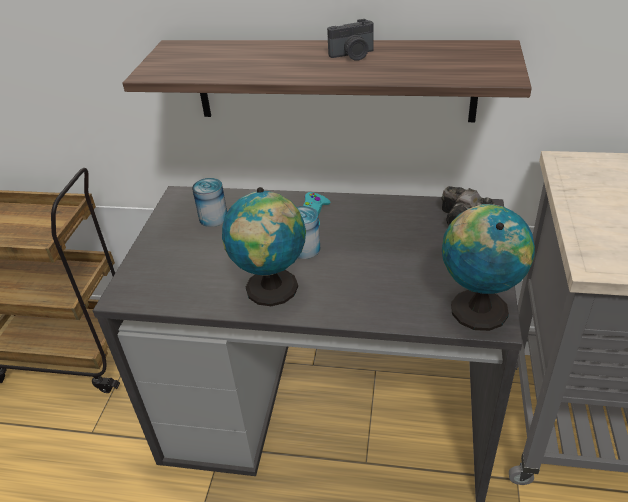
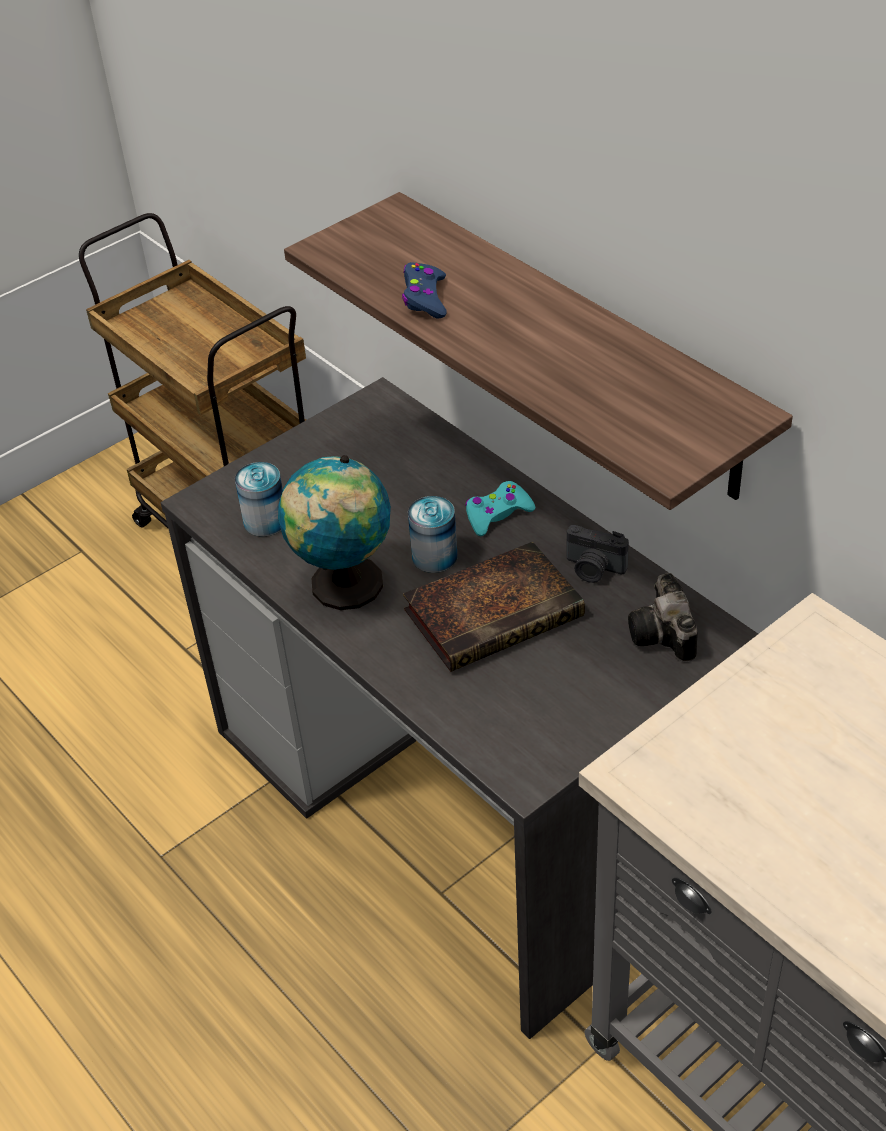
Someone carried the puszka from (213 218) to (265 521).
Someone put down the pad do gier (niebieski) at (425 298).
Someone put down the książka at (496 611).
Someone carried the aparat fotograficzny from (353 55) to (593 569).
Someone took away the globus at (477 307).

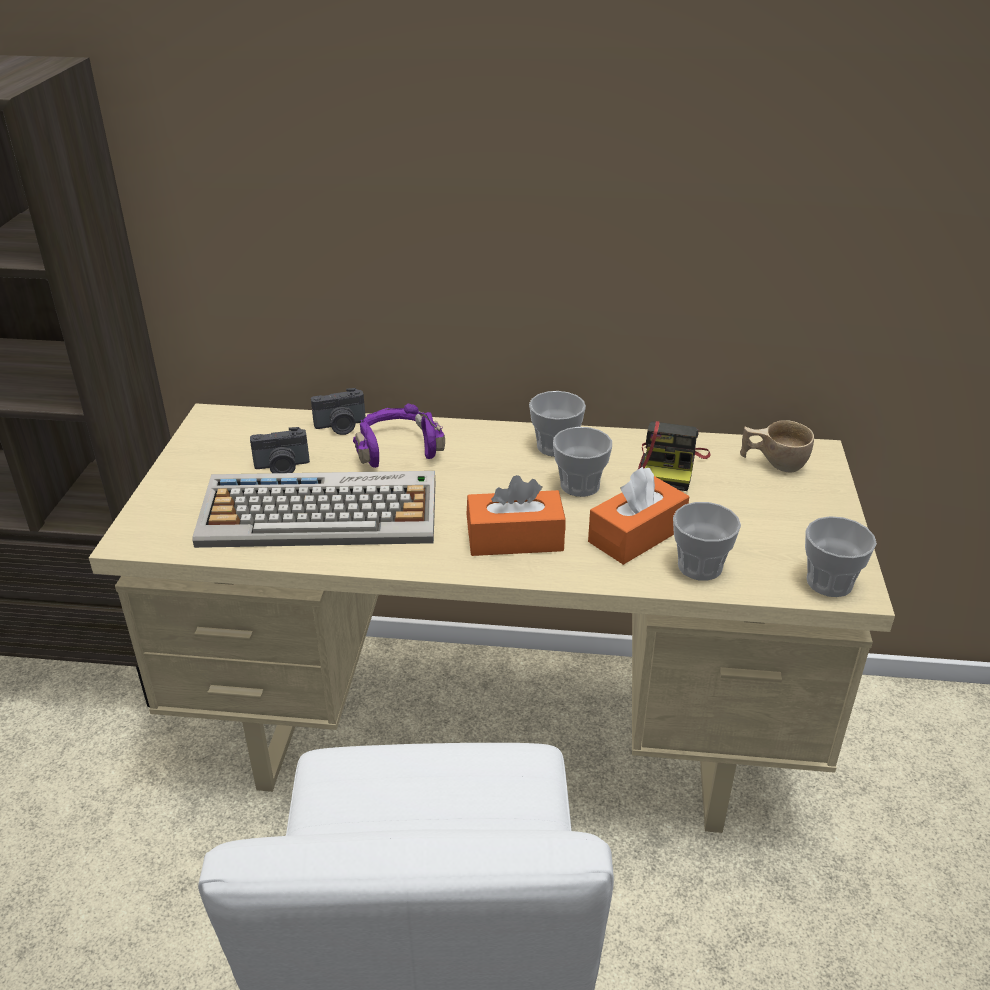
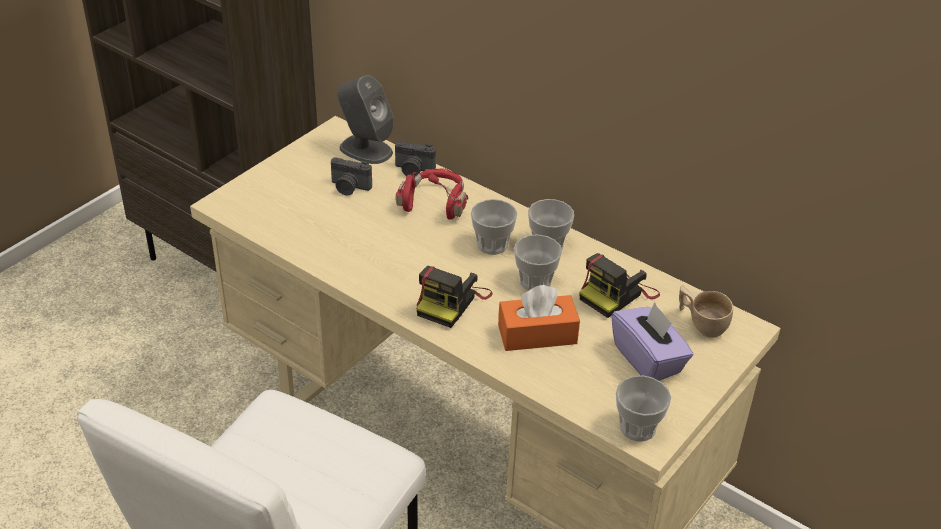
Someone put down the głośnik (szary) at (365 149).
Someone repainted the słuchawki (fioletowy) at (397 450), which became the słuchawki (czerwony) at (435 203).
Someone swapped the pudełko chusteczek (pomarańczowy) at (515 539) for the aparat fotograficzny at (452 302).
Someone carried the filiżanka from (700 566) to (492 245).
Someone put down the pudełko chusteczek (fioletowy) at (648 359).
Someone took away the klawiatura at (322 512).

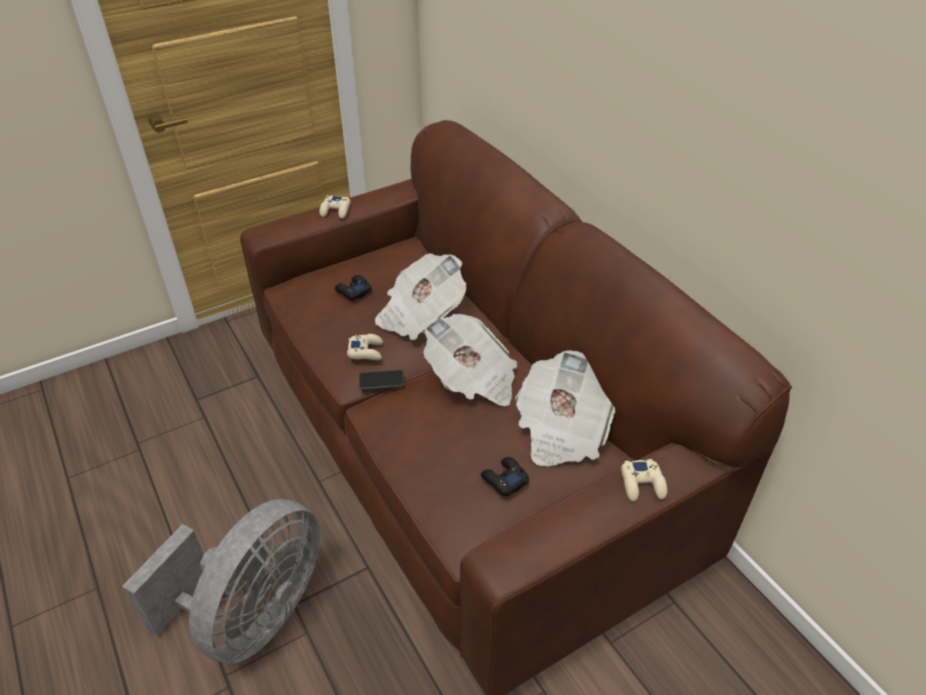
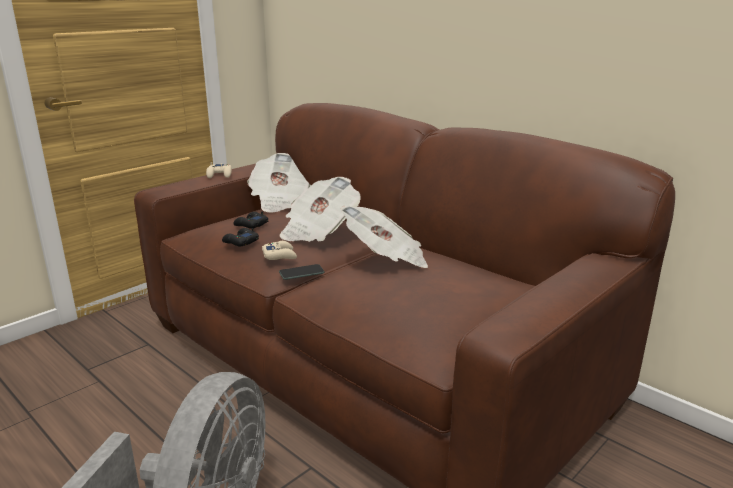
Someone carried the pad do gier (czarny) from (504 479) to (240 242).
Someone carried the gazeta from (561 429) to (281 201).
Someone took away the pad do gier (beżowy) at (642 484).

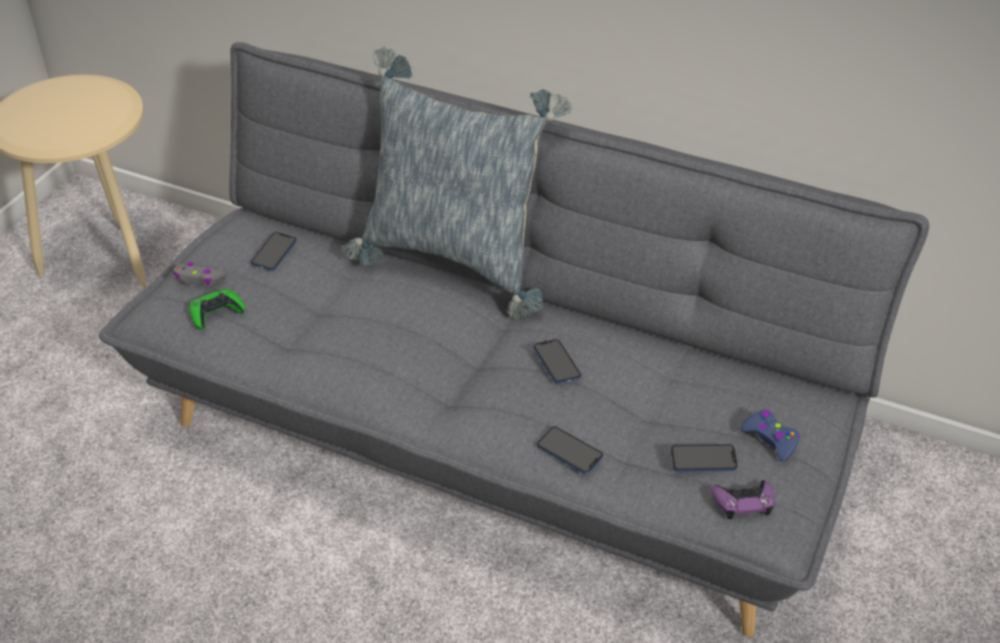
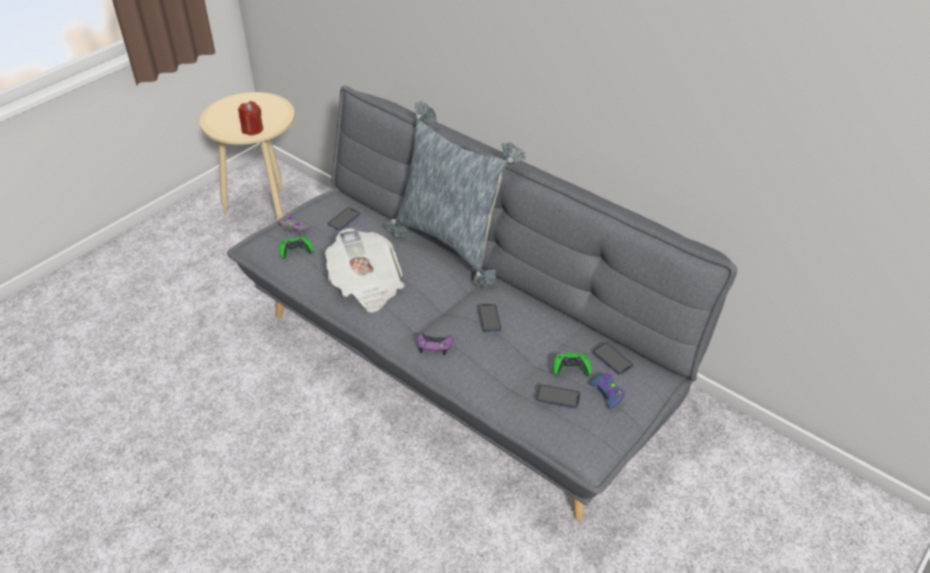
Someone put down the świeca (czerwony) at (252 129).
Someone put down the gazeta at (366 285).
Someone carried the pad do gier (fioletowy) from (743 502) to (434 345).
Someone put down the pad do gier (zielony) at (571 368).
Someone carried the telefon from (569 451) to (612 359).

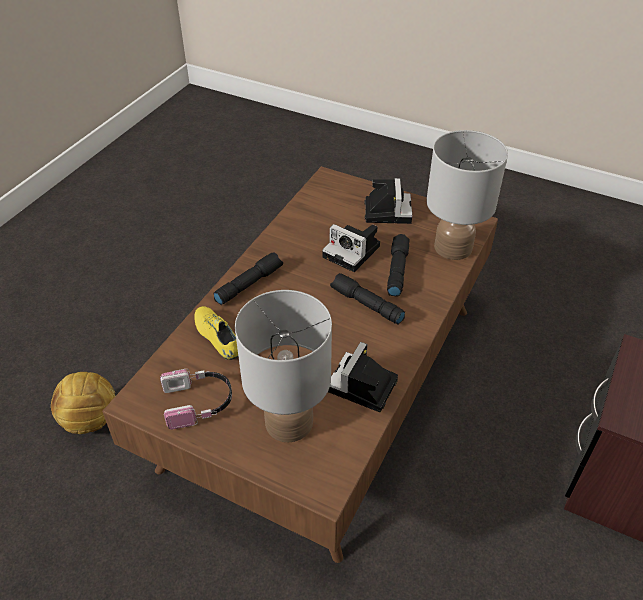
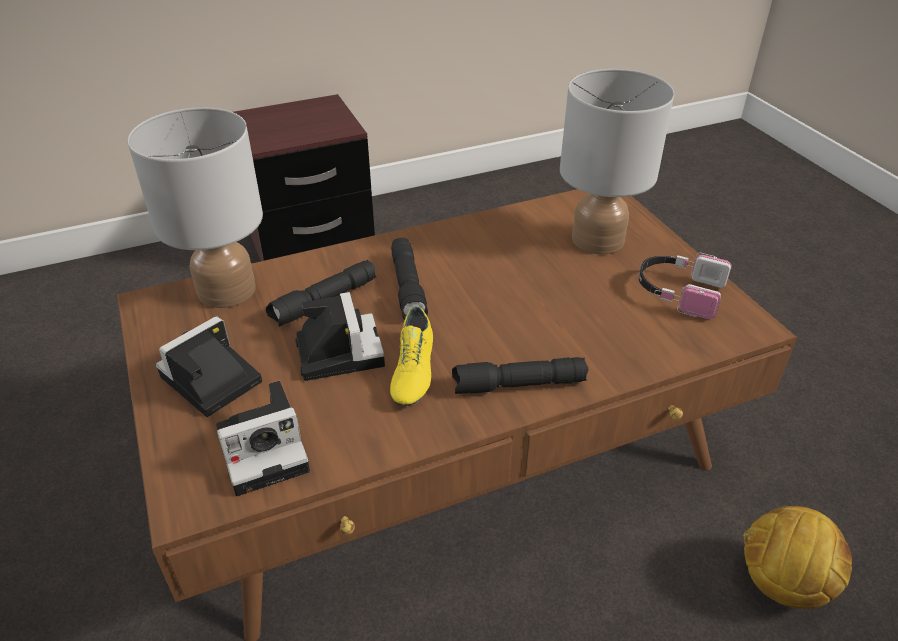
Someone carried the aparat fotograficzny from (362 387) to (266 448).
Someone carried the but (żółty) from (218 337) to (412 371).

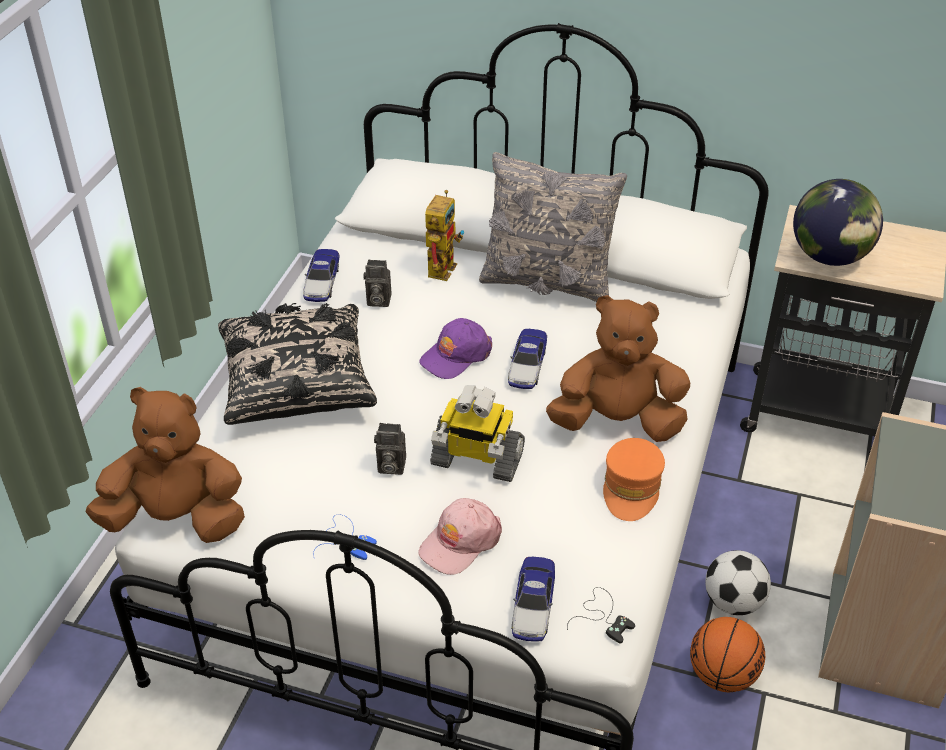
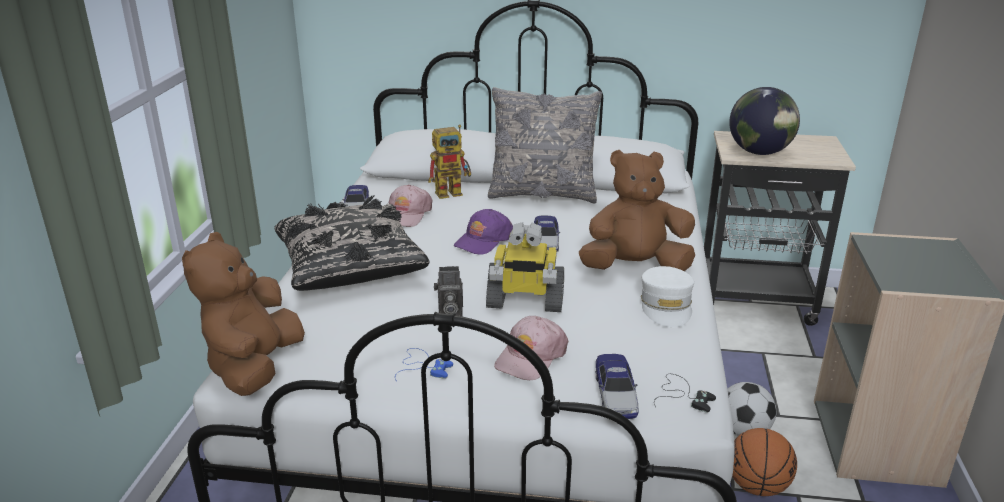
Someone rotated the pluszak (brązowy) at (177 518) by 75 degrees counterclockwise.
Someone swapped the aparat fotograficzny at (377 301) for the czapka z daszkiem (różowy) at (406 214).
Someone rotated the robot zabawkowy at (441 265) by 60 degrees clockwise.
Someone repainted the czapka z daszkiem (pomarańczowy) at (632 488), which became the czapka z daszkiem (biały) at (666 306).

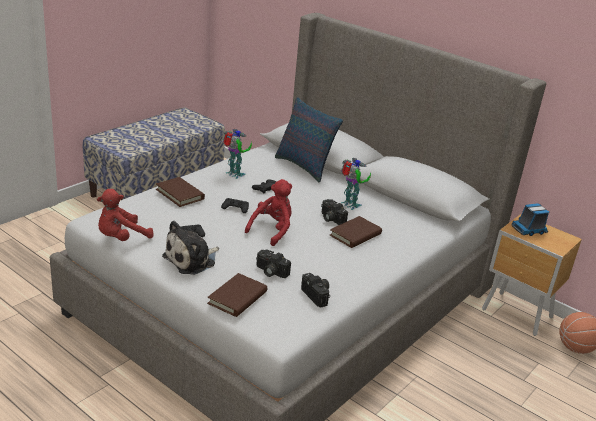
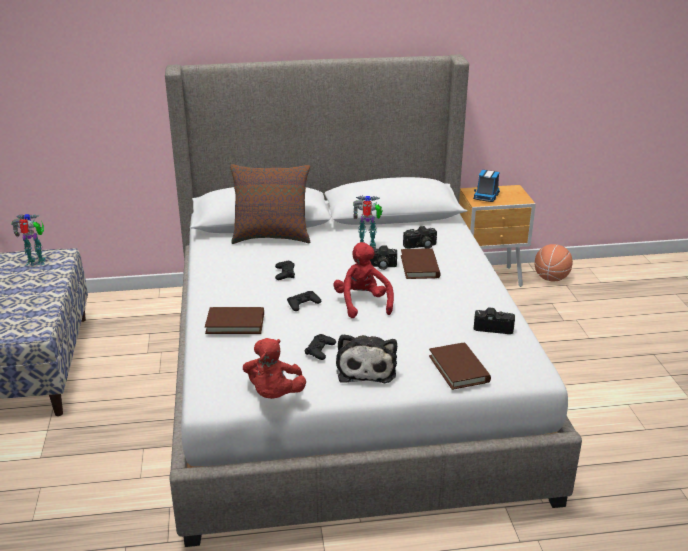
Someone carried the robot zabawkowy from (234 175) to (36 262).
Someone repainted the poduszka (niebieski) at (304 167), which became the poduszka (brązowy) at (272 238).
Someone carried the aparat fotograficzny from (270 272) to (420 246).

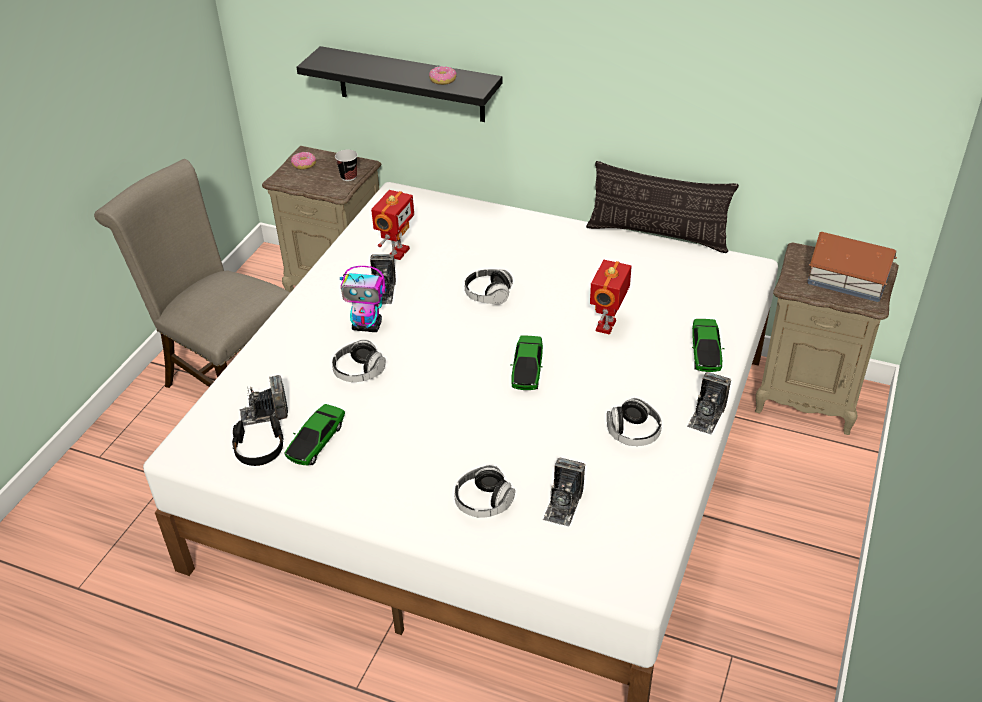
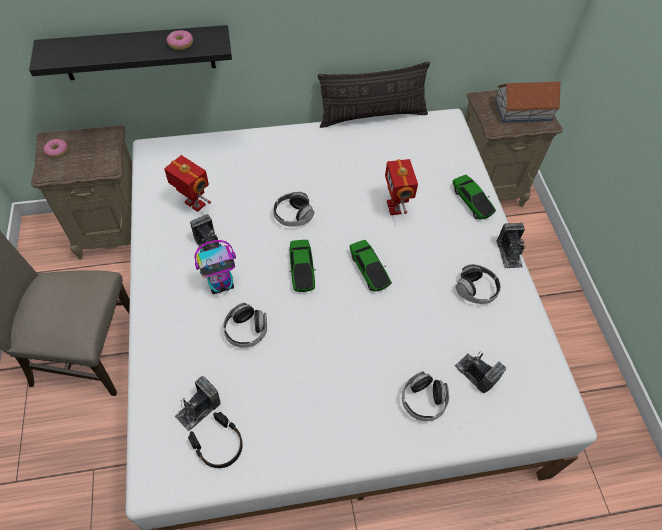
Someone rotated the robot zabawkowy at (397 252) by 45 degrees counterclockwise.
Someone carried the samochodzik from (317 442) to (302 270).
Someone rotated the aparat fotograficzny at (563 505) by 150 degrees clockwise.
Someone took away the filiżanka at (348 177).

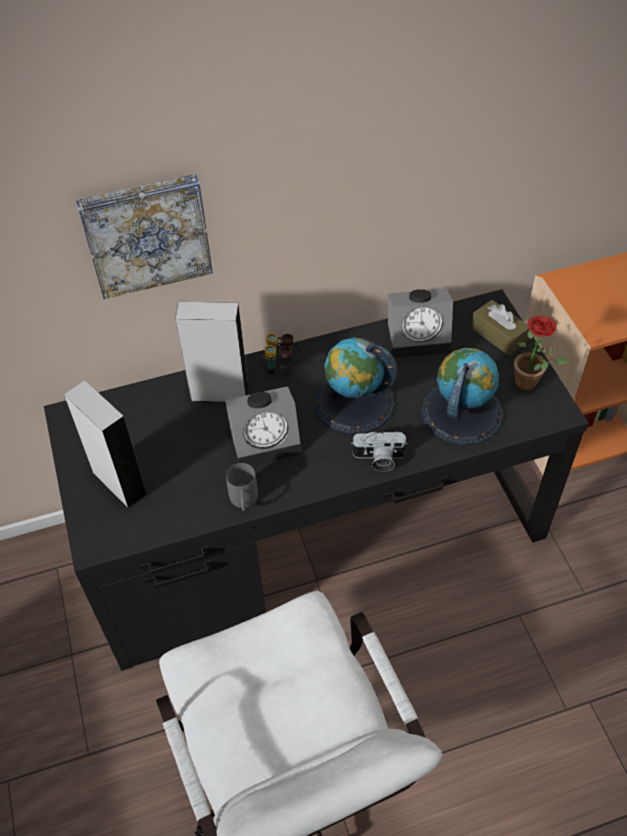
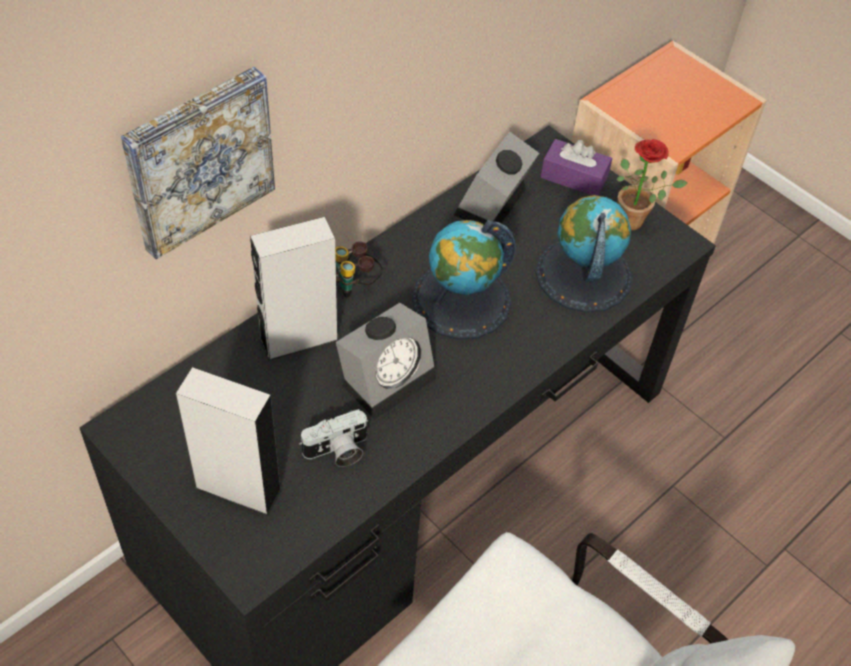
Someone carried the aparat fotograficzny from (378 459) to (337 451).
Someone rotated the budzik at (420 338) by 150 degrees clockwise.
Someone repainted the pudełko chusteczek (brązowy) at (498 335), which became the pudełko chusteczek (fioletowy) at (574 177).
Someone took away the kubek (szary) at (244 502).

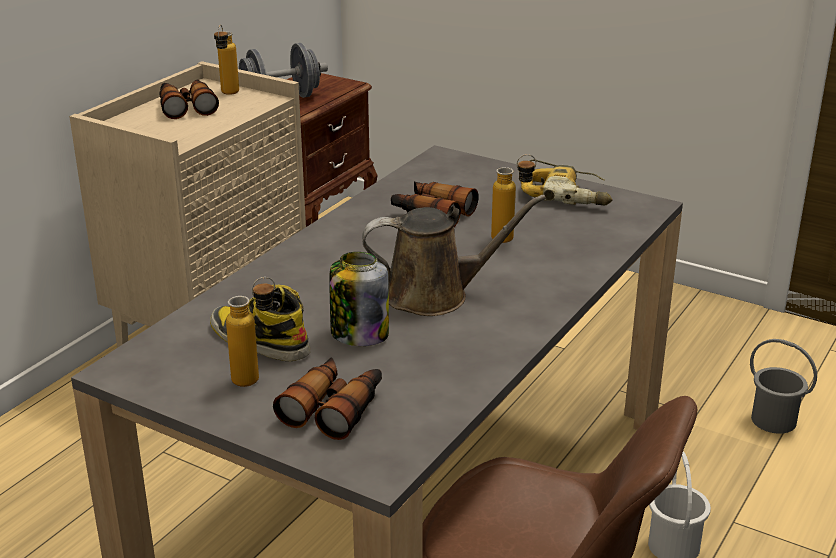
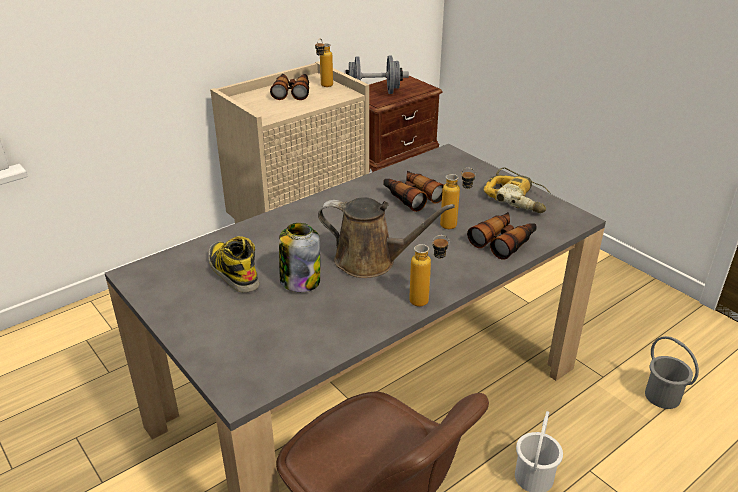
Someone carried the butelka from (256 377) to (427 301).
Someone carried the lornetka from (334 407) to (503 241).

